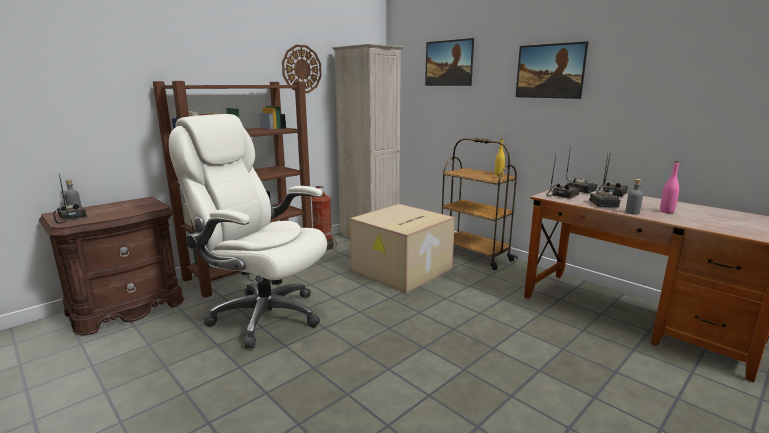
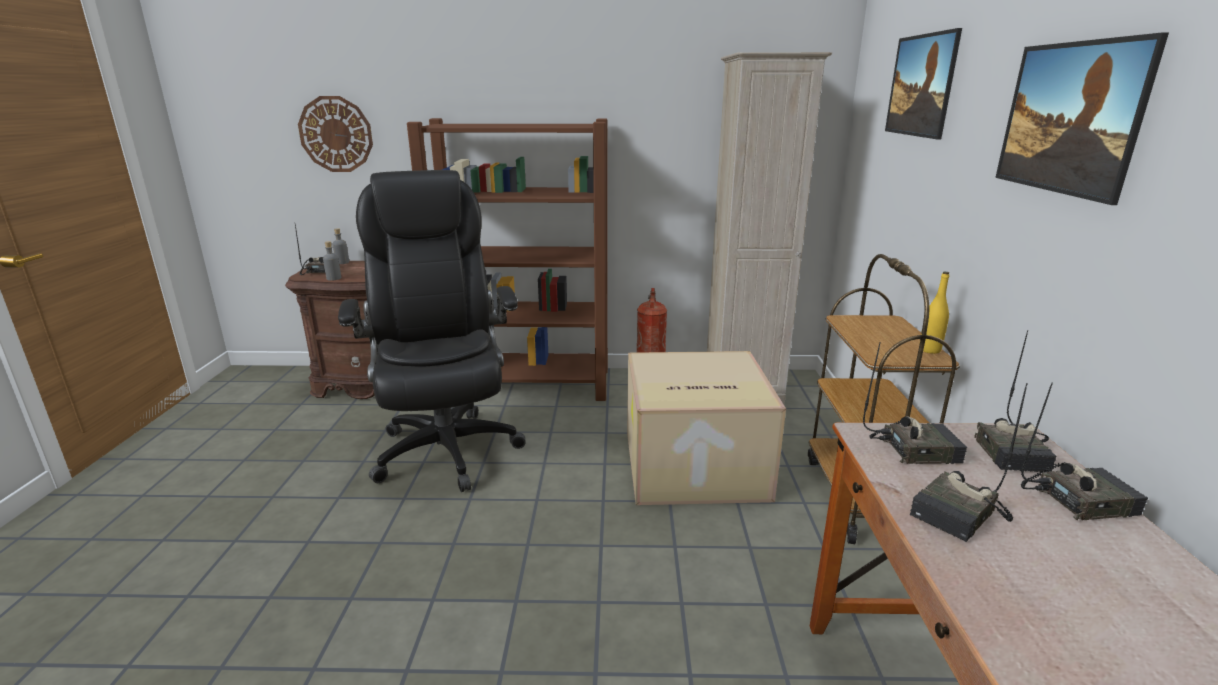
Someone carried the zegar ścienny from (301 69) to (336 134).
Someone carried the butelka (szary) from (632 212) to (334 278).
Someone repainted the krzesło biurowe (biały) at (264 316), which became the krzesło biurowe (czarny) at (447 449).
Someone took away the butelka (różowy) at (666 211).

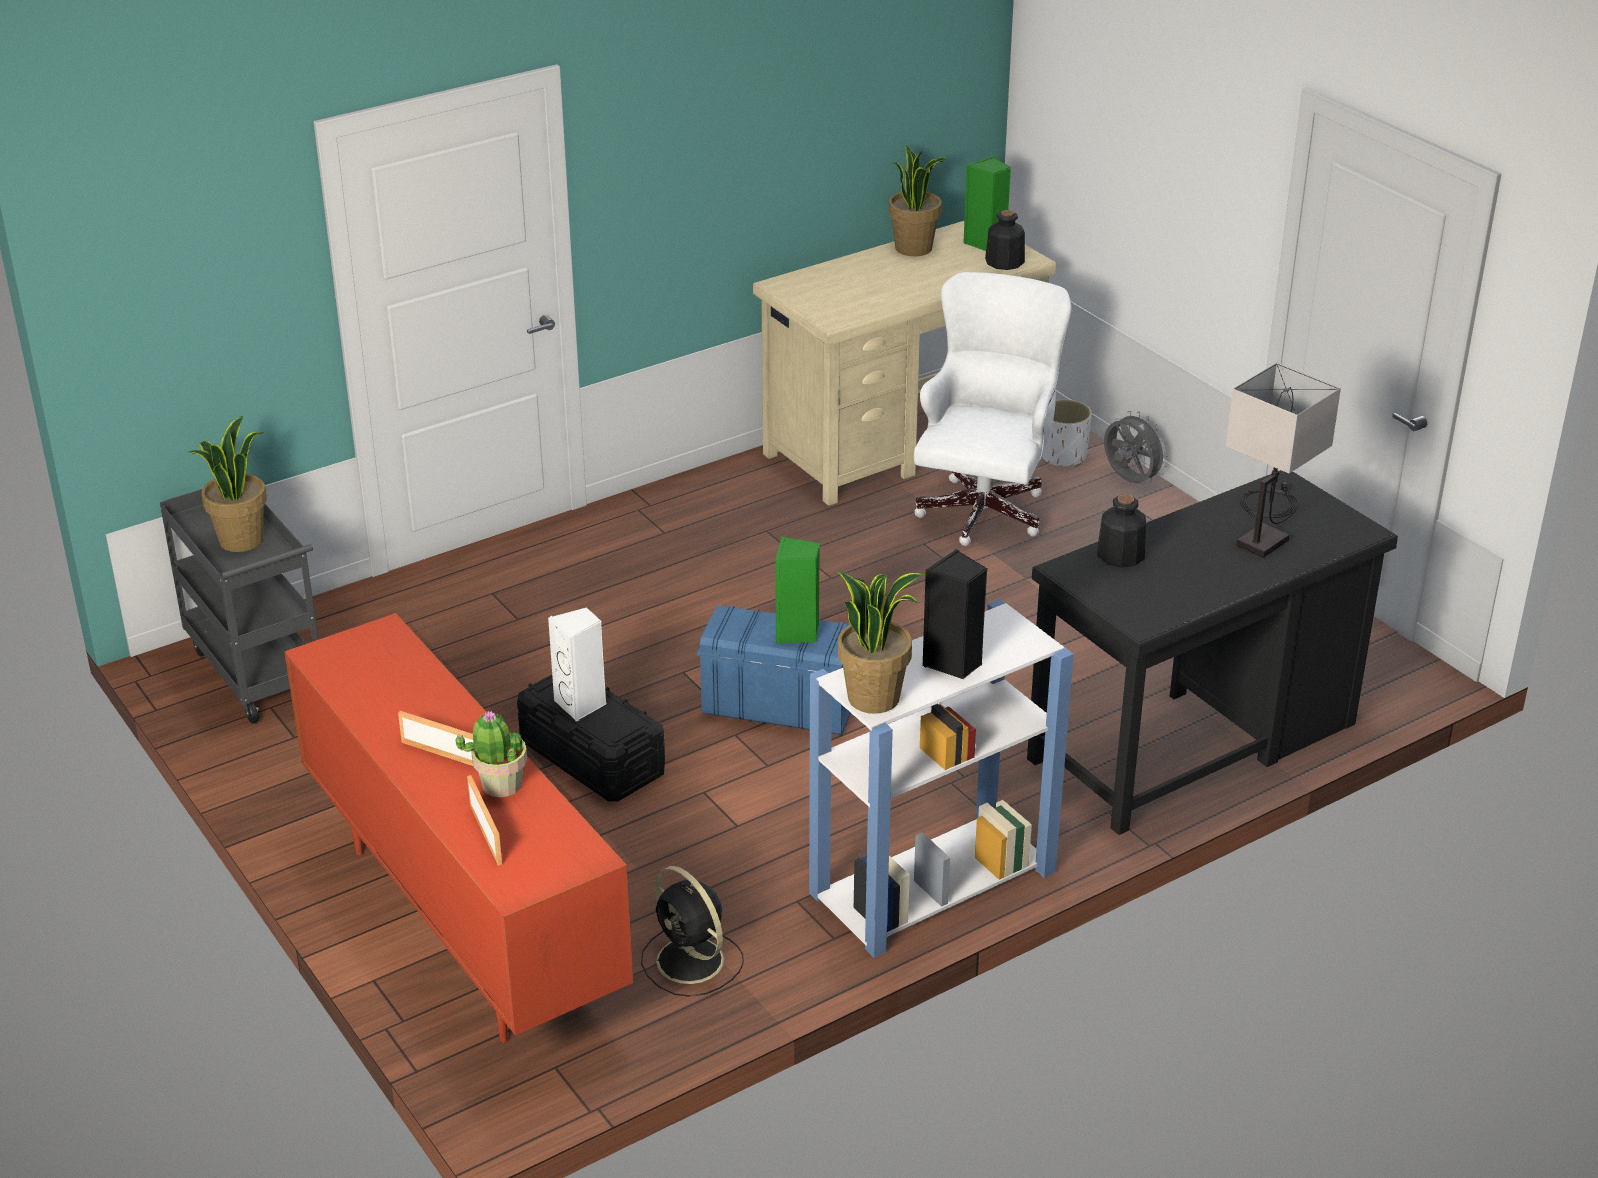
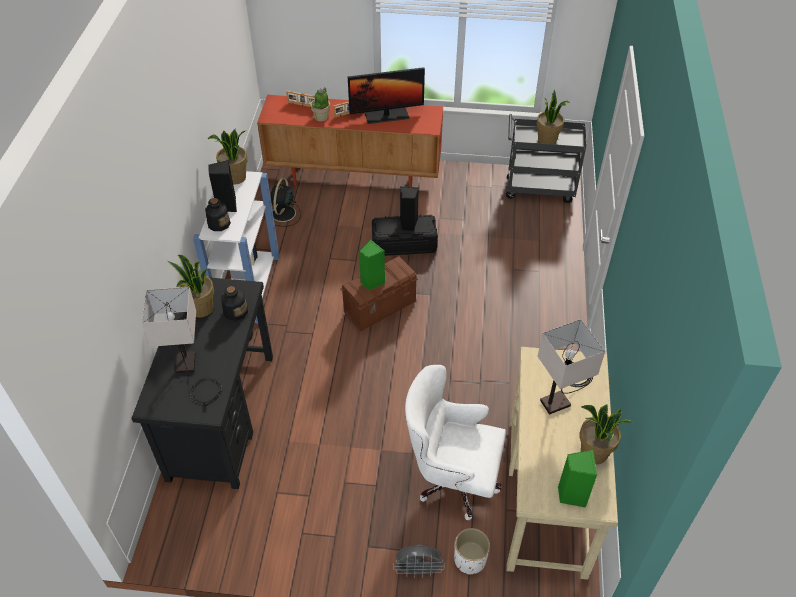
Someone put down the roślina doniczkowa at (200 309).
Someone carried the butelka from (1004 262) to (219 223).
Someone rotated the wentylator (czarny) at (692 962) by 75 degrees counterclockwise.
Someone repainted the pojemnik do przechowywania (niebieski) at (778 707), which became the pojemnik do przechowywania (brązowy) at (380 307).
Someone put down the monitor at (386 115).
Someone repainted the głośnik (biały) at (581 705), which became the głośnik (czarny) at (408 224).
Someone rotated the krzesło biurowe (biały) at (984 508) by 135 degrees clockwise.
Someone put down the lampa stołowa at (565 391).

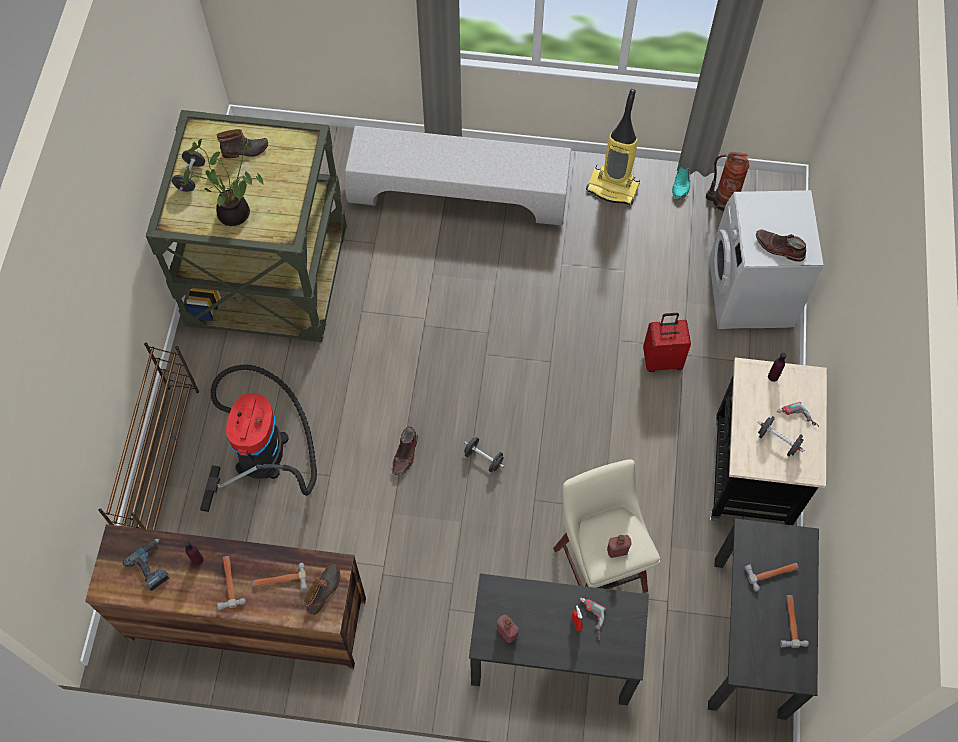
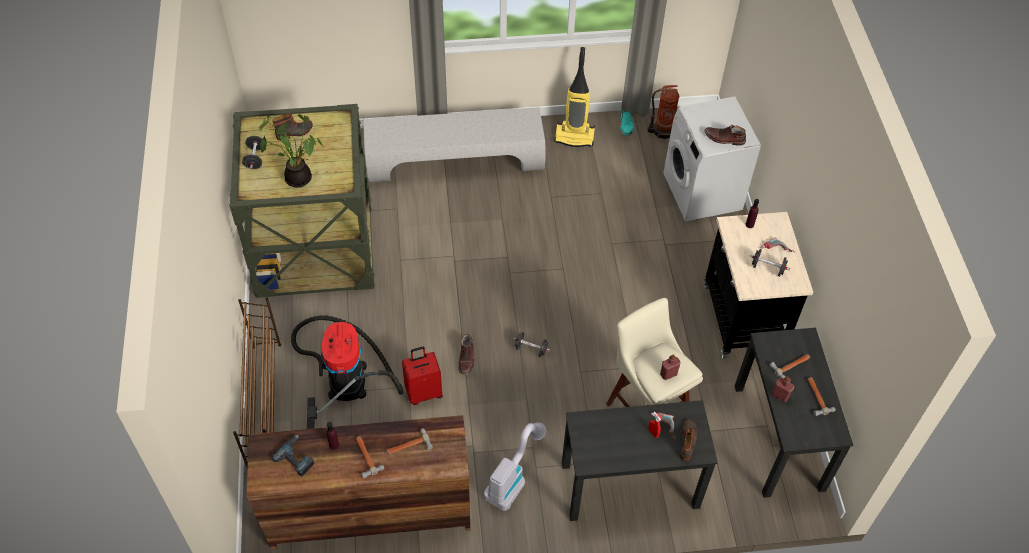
Someone carried the walizka (czerwony) from (662 360) to (424 392).
Someone put down the odkurzacz at (513 478).
Someone carried the but z cholewką from (324 590) to (688 442).
Someone carried the butelka (czerwony) from (507 632) to (780 396).

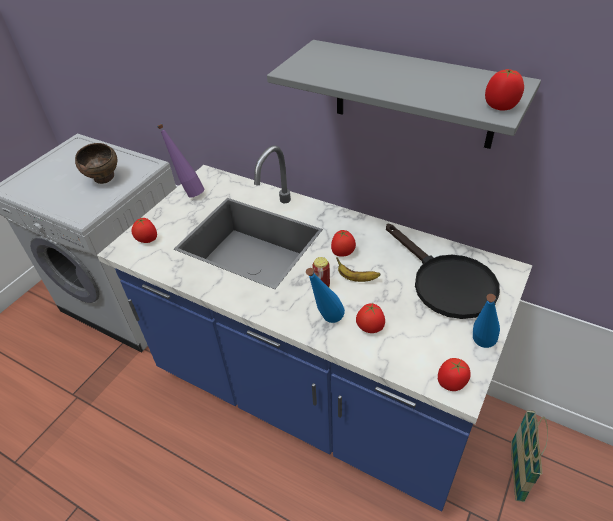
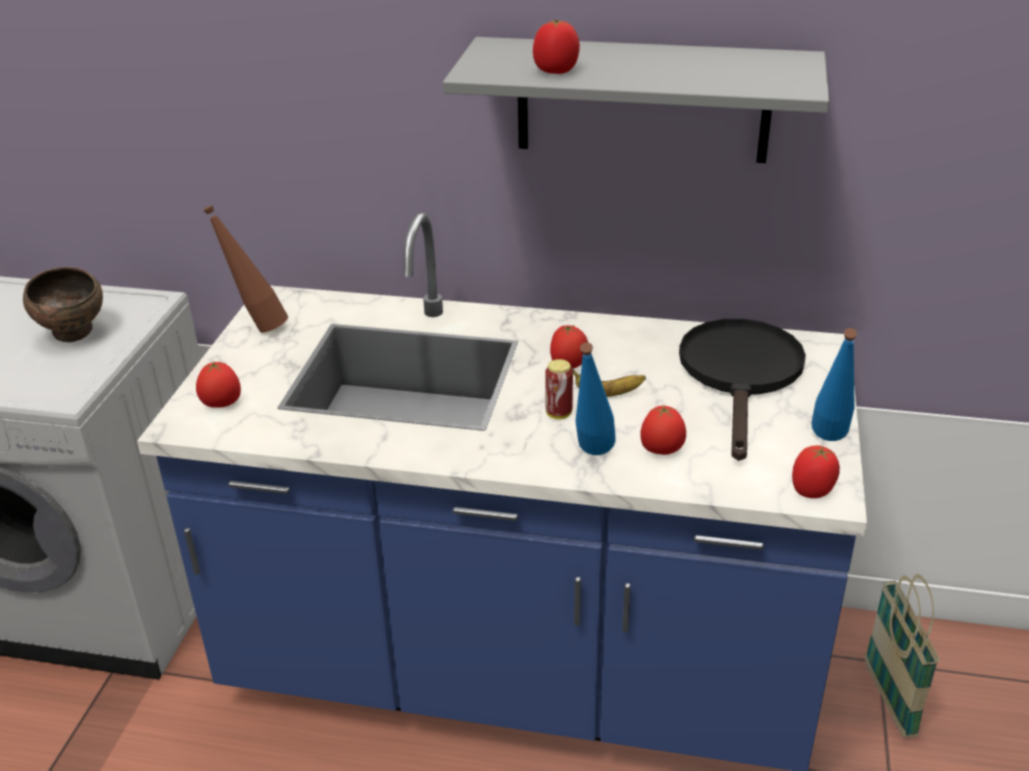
Someone repainted the butelka (fioletowy) at (188 192), which became the butelka (brązowy) at (256 326).
Someone carried the pomidor from (500 107) to (556 71).
Someone rotated the patelnia (czarny) at (445 282) by 120 degrees counterclockwise.

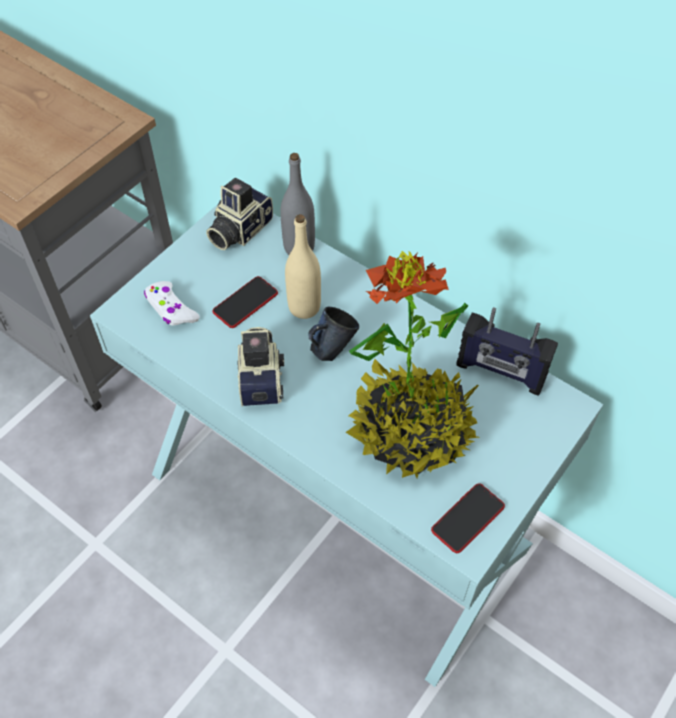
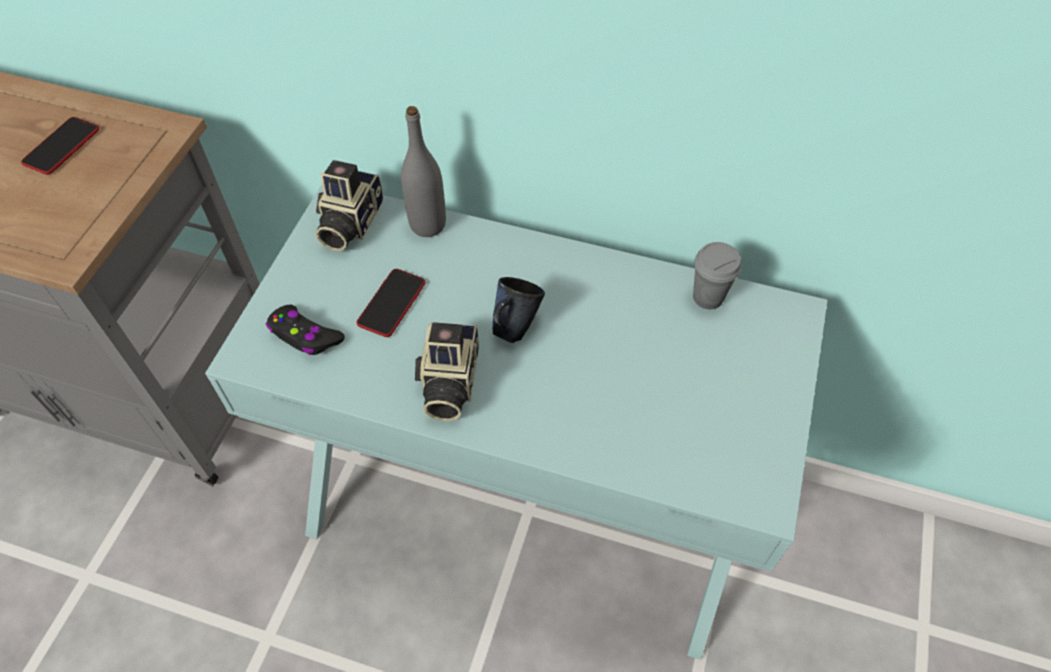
Someone carried the telefon from (467 518) to (62 147).
Someone repainted the pad do gier (biały) at (171 309), which became the pad do gier (czarny) at (305 336).
Someone rotated the aparat fotograficzny at (262 377) by 150 degrees counterclockwise.
Someone swapped the radio at (500 372) for the filiżanka (szary) at (708 297).
Someone took away the butelka (beżowy) at (304 307).
Someone took away the roślina doniczkowa at (411 429).

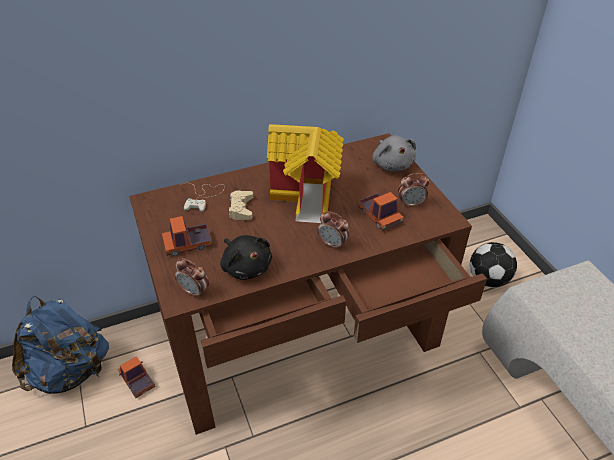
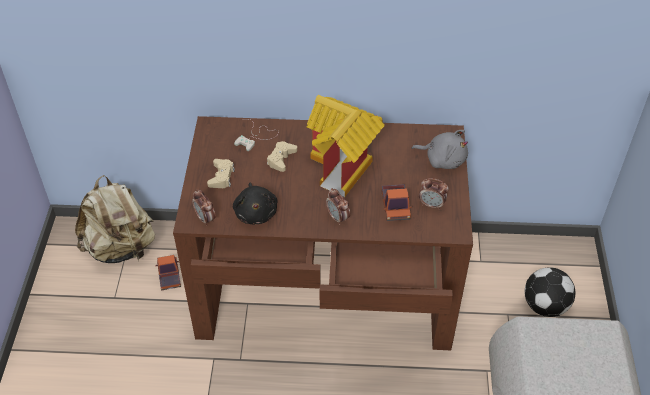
Someone repainted the plecak (niebieski) at (70 371), which became the plecak (beżowy) at (121 248).
Someone swapped the ciężarówka zabawkowa at (188 244) for the pad do gier (beżowy) at (221 177).
Someone rotated the pluszak (szary) at (392 164) by 75 degrees counterclockwise.

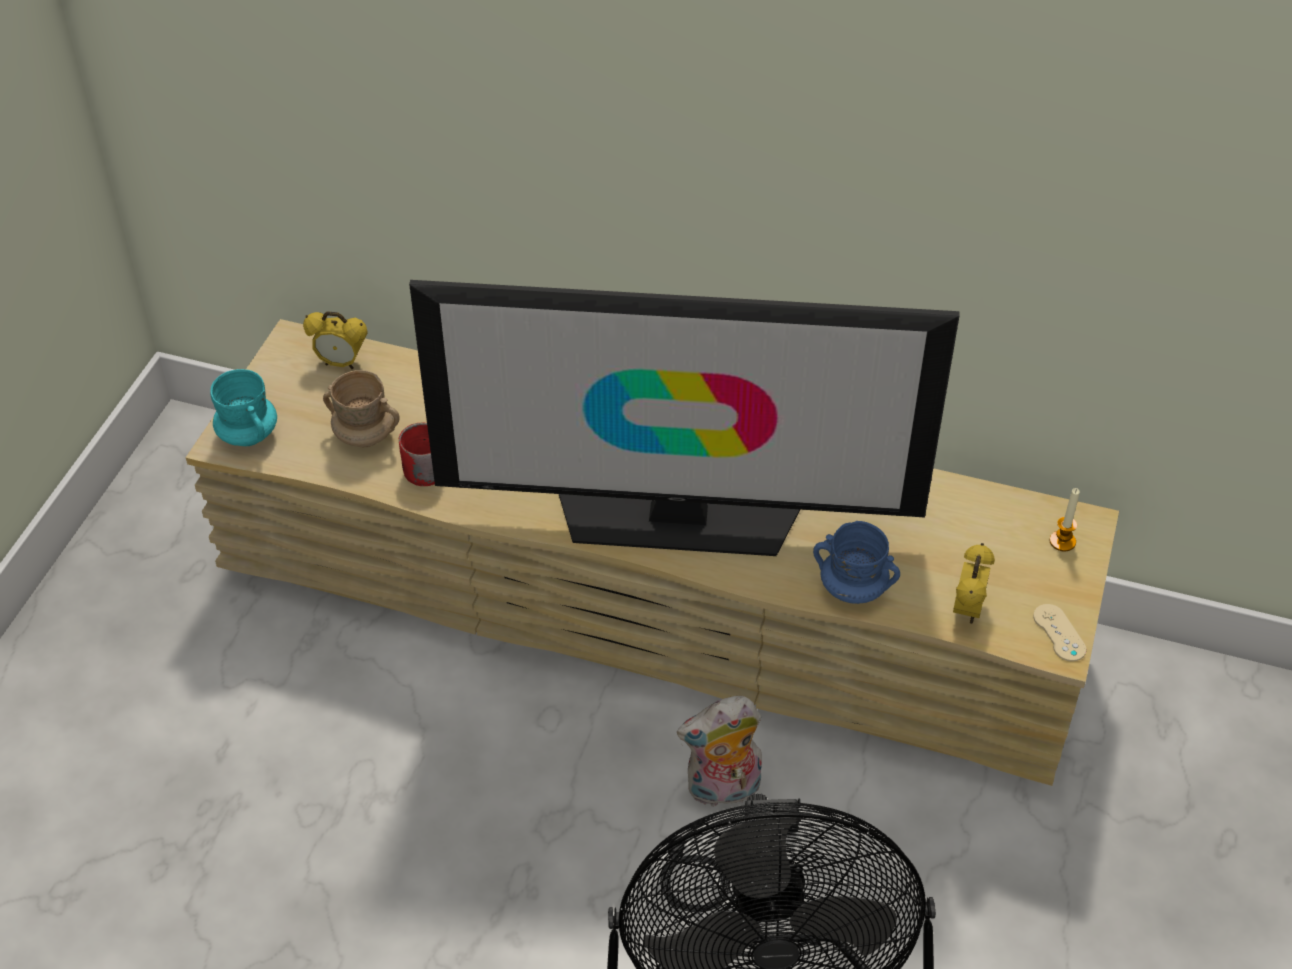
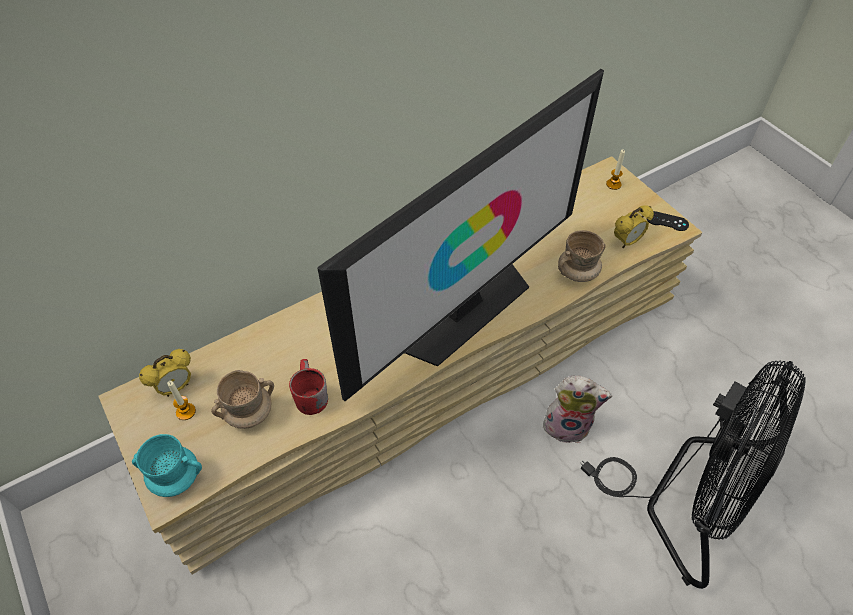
Someone put down the świeca at (186 412).
Someone rotated the pluszak at (722 790) by 105 degrees counterclockwise.
Someone repainted the kubek (niebieski) at (852 589), which became the kubek (beżowy) at (577 274).
Someone rotated the budzik at (967 610) by 90 degrees clockwise.
Someone repainted the pad do gier (beżowy) at (1059 633), which became the pad do gier (czarny) at (667 221).

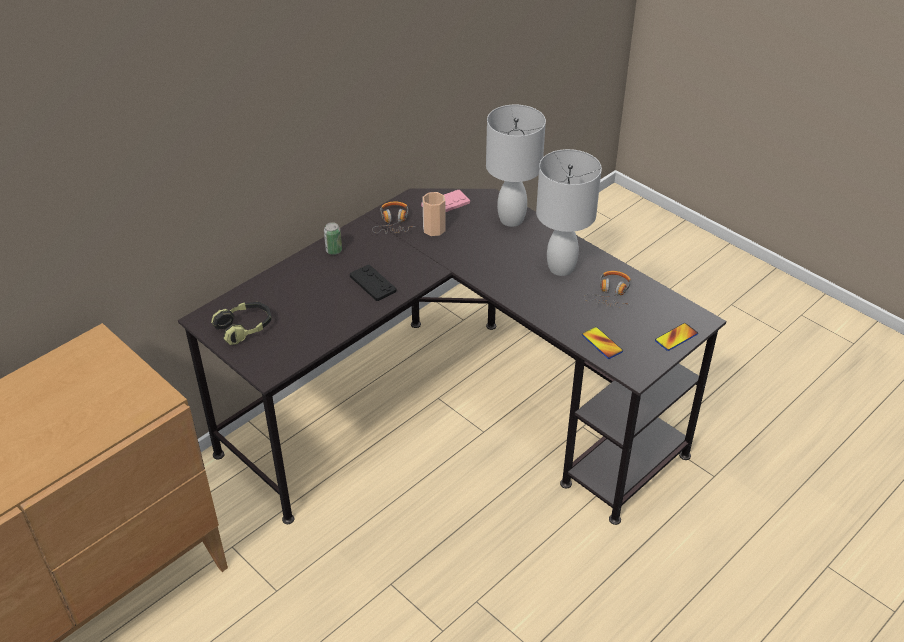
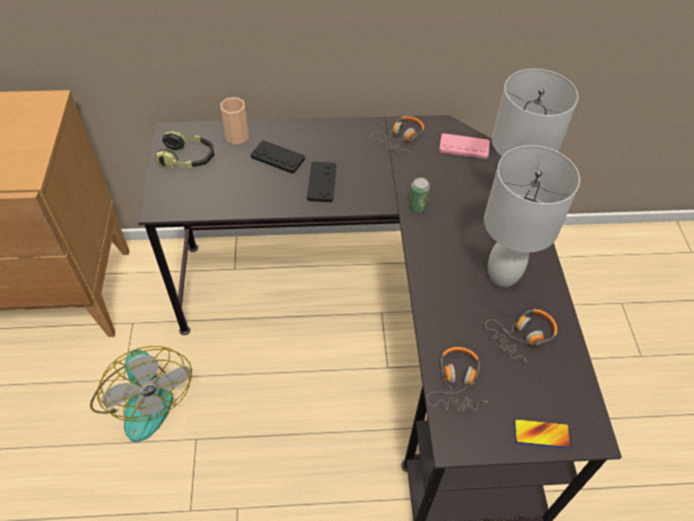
Someone put down the wentylator at (143 398).
Someone carried the filiżanka from (434 229) to (237 136).
Someone put down the pad do gier (czarny) at (277 158).
Someone carried the puszka from (334 250) to (417 206).
Someone swapped the telefon at (602 343) for the słuchawki at (456 382).

